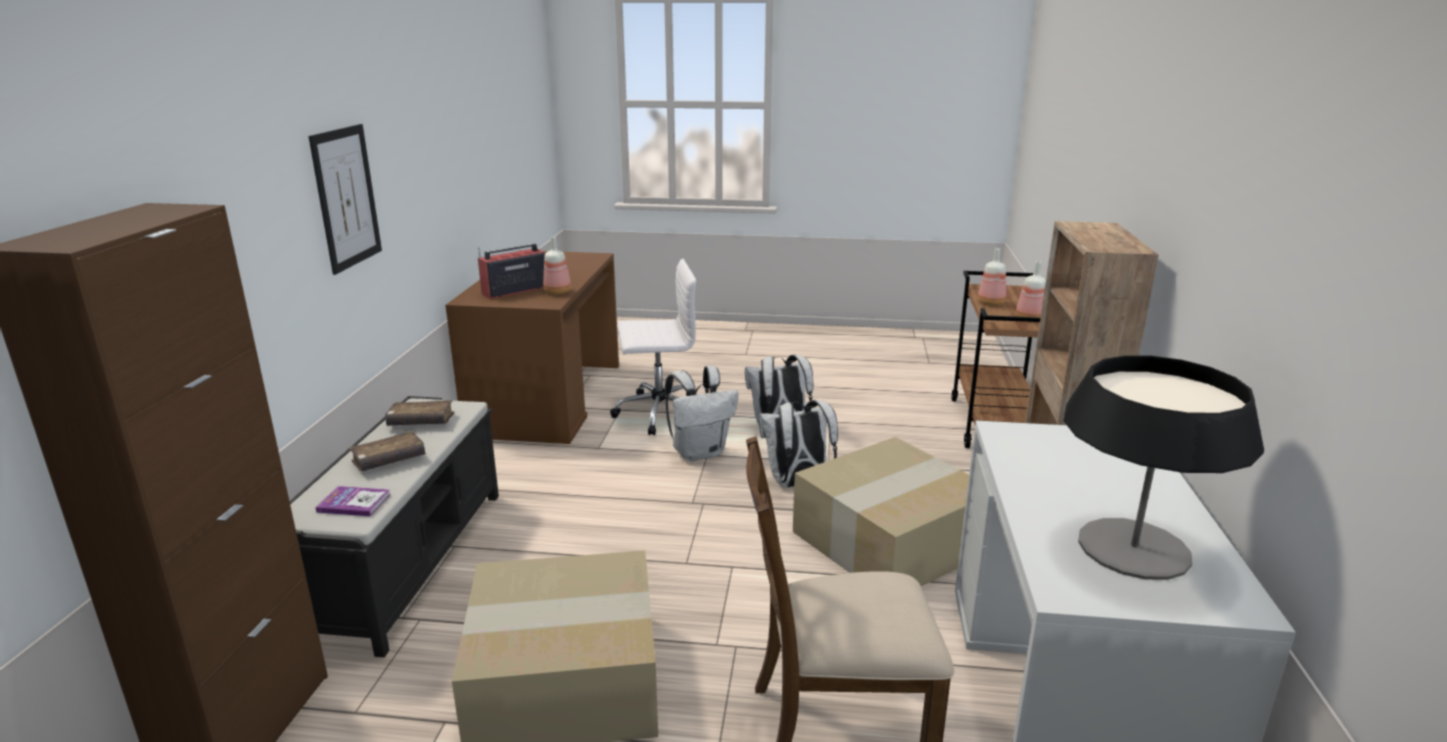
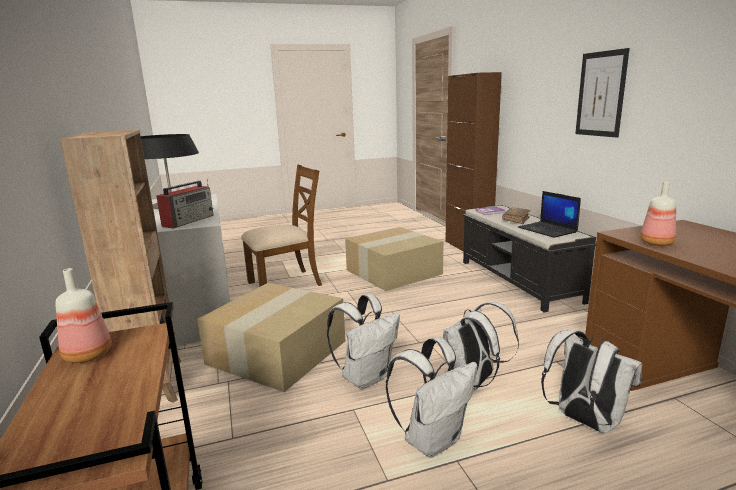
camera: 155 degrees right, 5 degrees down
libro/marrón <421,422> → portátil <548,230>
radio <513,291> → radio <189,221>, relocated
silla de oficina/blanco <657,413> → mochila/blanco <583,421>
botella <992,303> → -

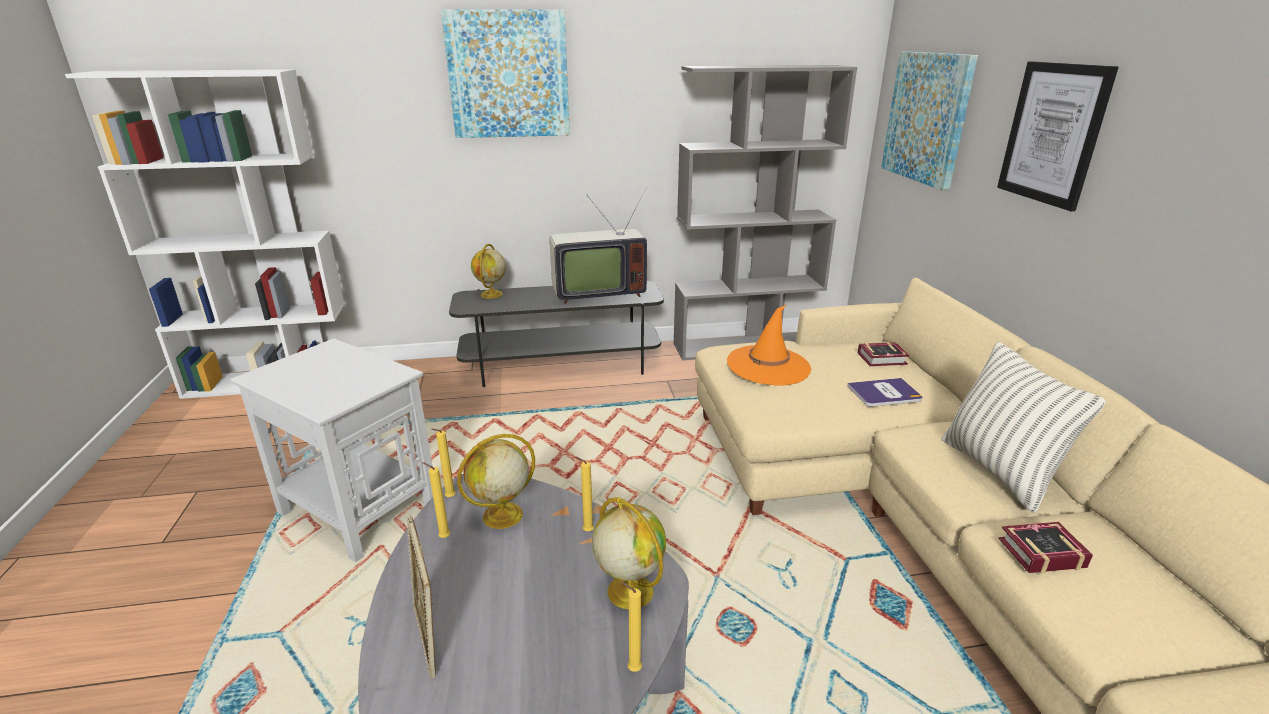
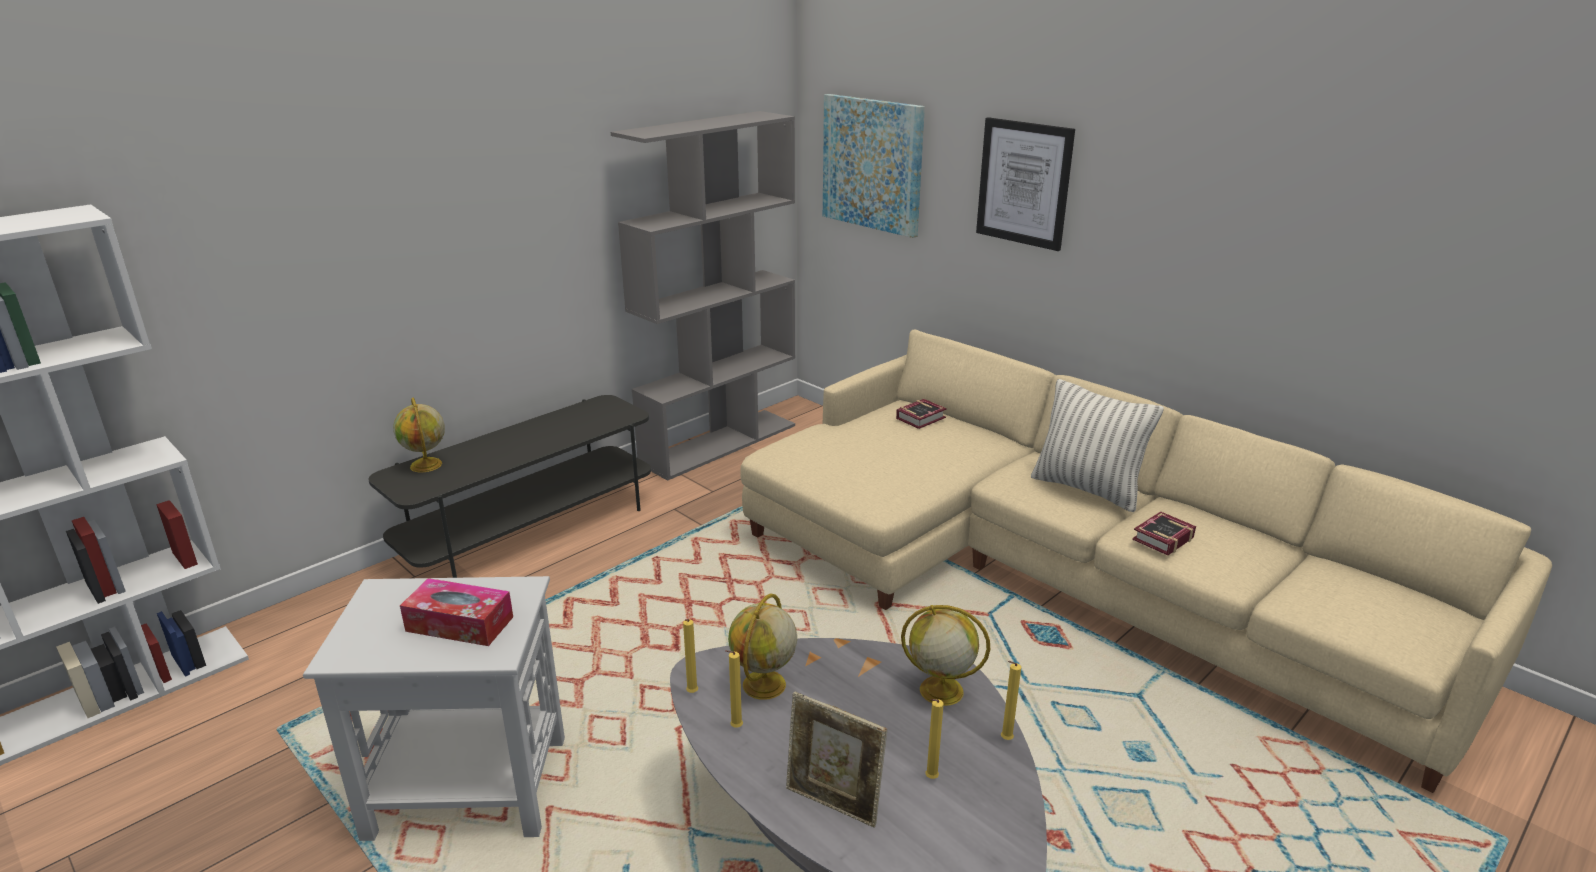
camera: 35 degrees left, 0 degrees up
cuadro <508,75> → -
televisor <596,292> → -
vela/amarillo <586,531> → vela/amarillo <930,779>, relocated
sombrero/naranja <768,366> → -
libro <884,393> → -
- → caja de pañuelos <460,624>

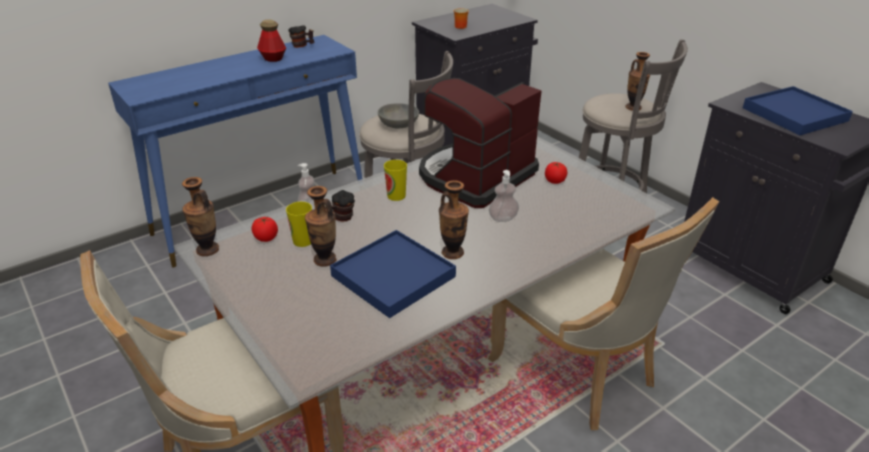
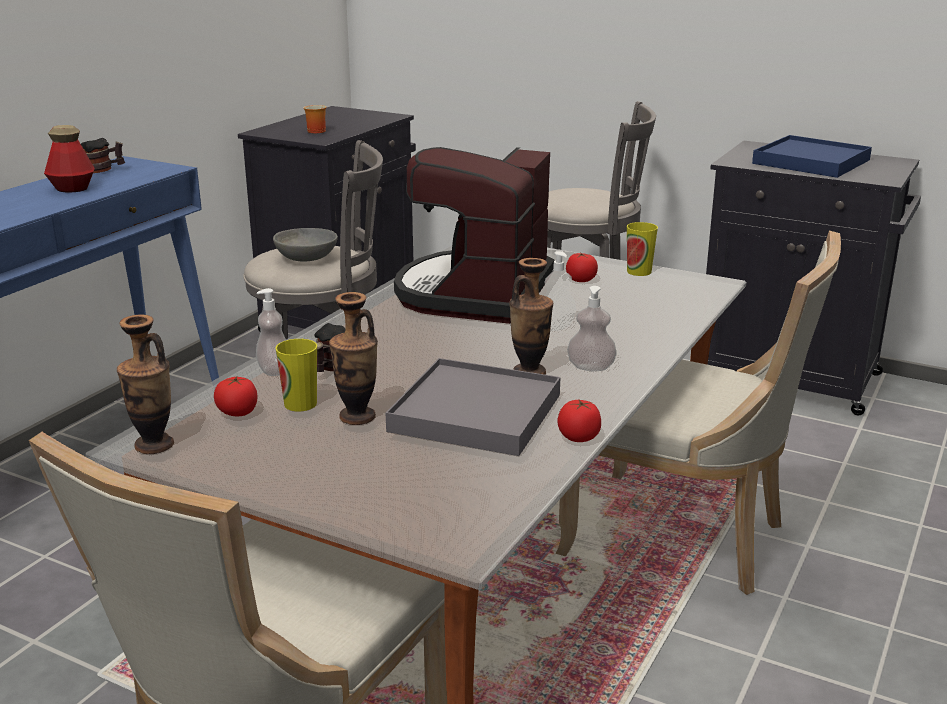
camera: 25 degrees left, 10 degrees down
bandeja/azul <393,276> → bandeja/gris <475,413>
taza <396,196> → taza <639,271>, relocated
florero <633,107> → -
- → tomate <578,437>
- → dispensador de jabón <591,367>

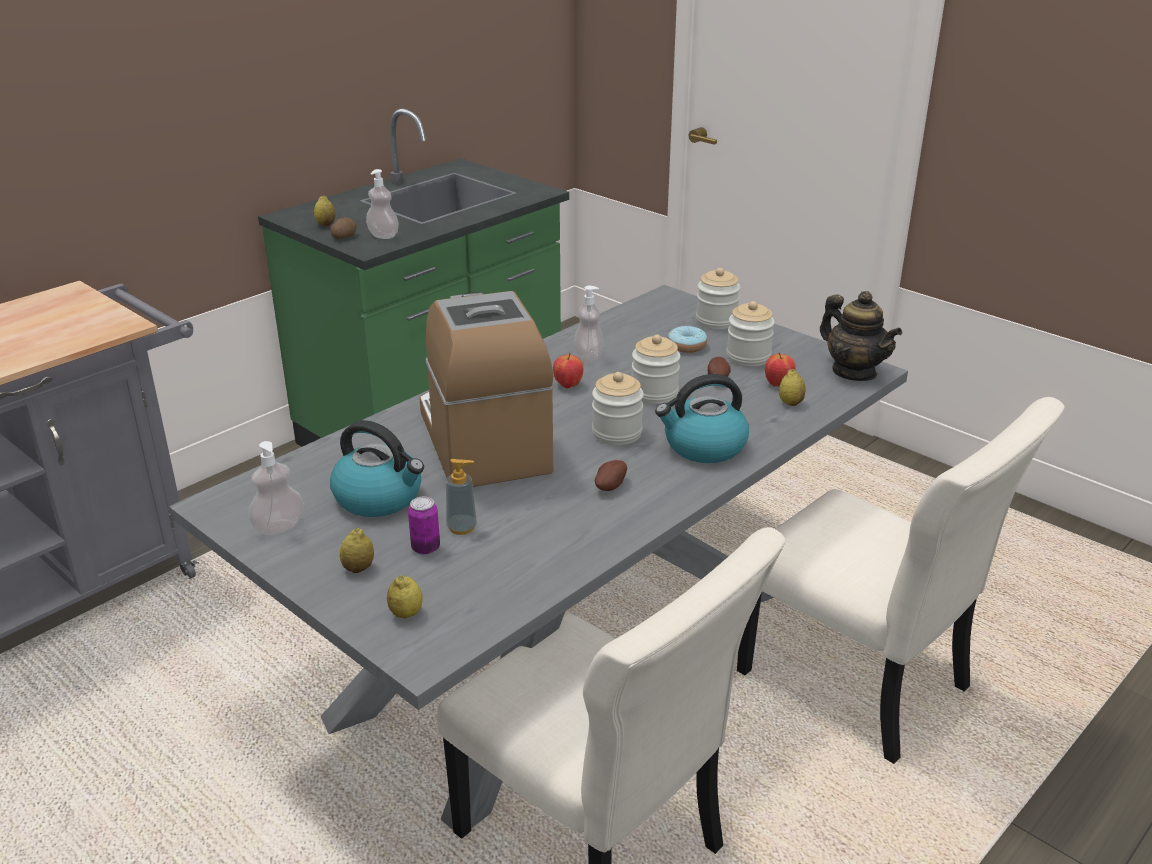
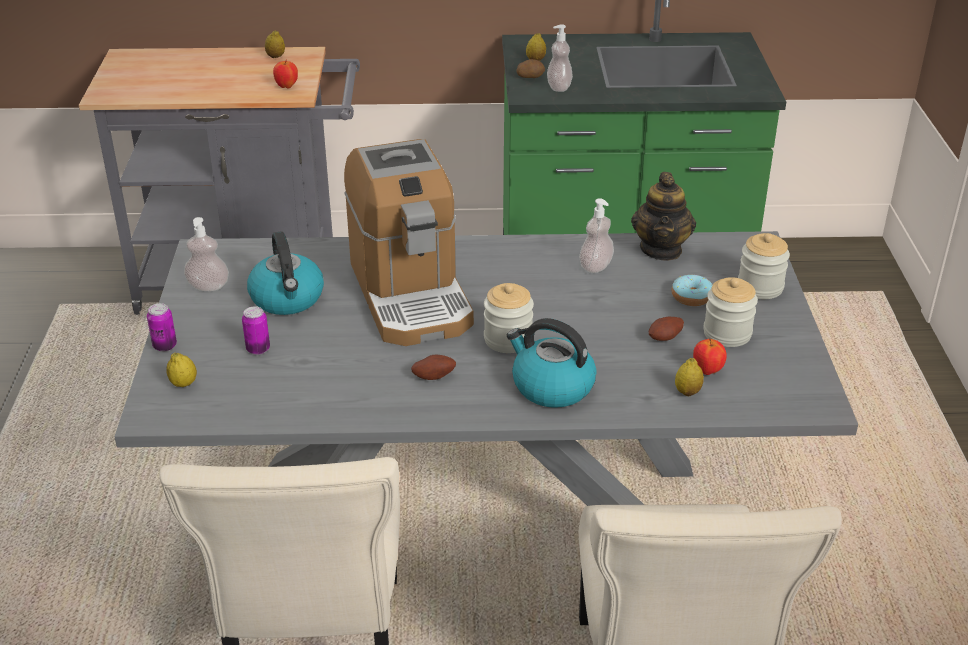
camera: 45 degrees right, 5 degrees up
limón <358,568> → limón <275,57>, relocated
cafetera <483,441> → cafetera <410,294>, 135 degrees clockwise
dispensador de jabón <462,527> → -
manzana <568,385> → manzana <286,86>, relocated
tarro <654,393> → -
tetera <854,372> → tetera <661,249>, relocated
- → lata <165,346>

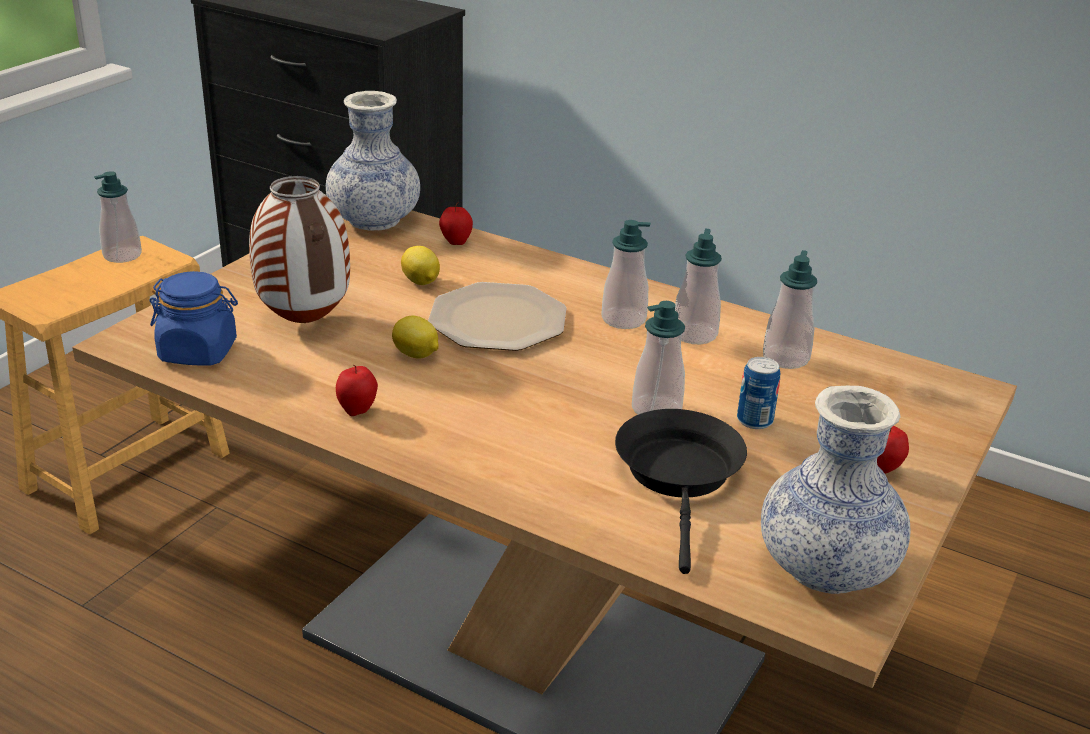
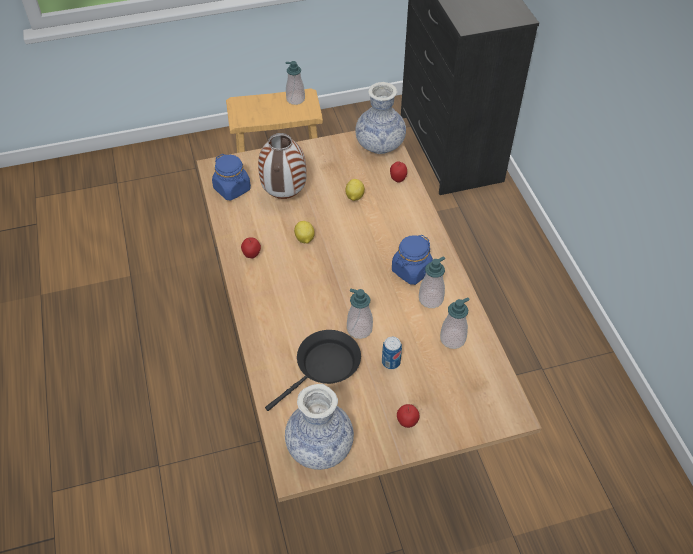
camera: 45 degrees right, 20 degrees up
plato <499,319> → -
dispensador de jabón <623,319> → tarro/azul <411,271>

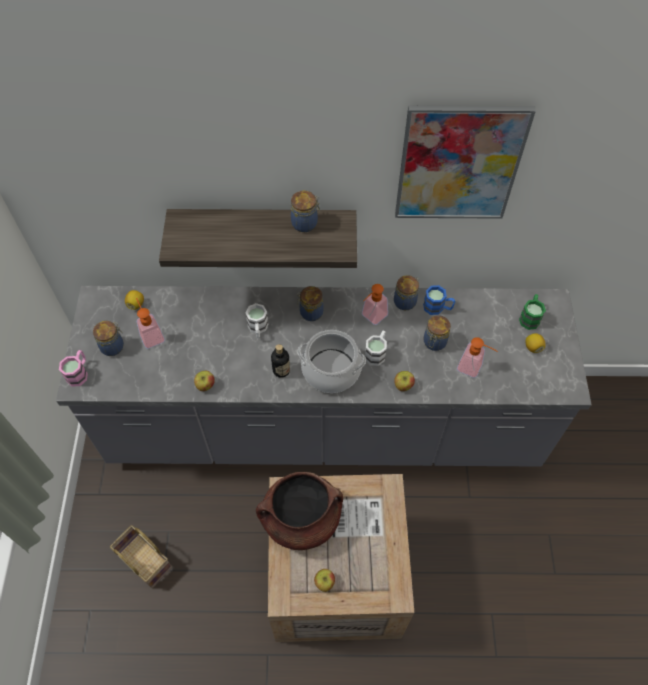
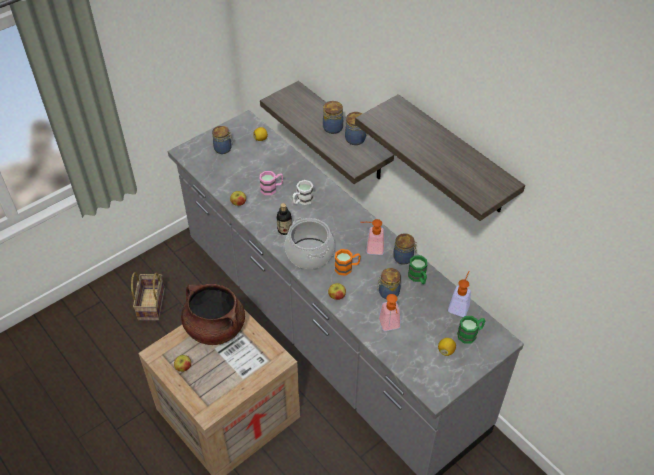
camera: 50 degrees right, 10 degrees down
taza grande/rosa <79,373> → taza grande/rosa <272,188>, relocated
dispensador de jabón <151,335> → dispensador de jabón <459,305>, relocated
tarro <310,312> → tarro <332,127>, relocated
taza grande/blanco <376,353> → taza grande/naranja <347,267>
cuadro <459,164> → estante <455,156>
taza grande/azul <437,308> → taza grande/verde <418,278>

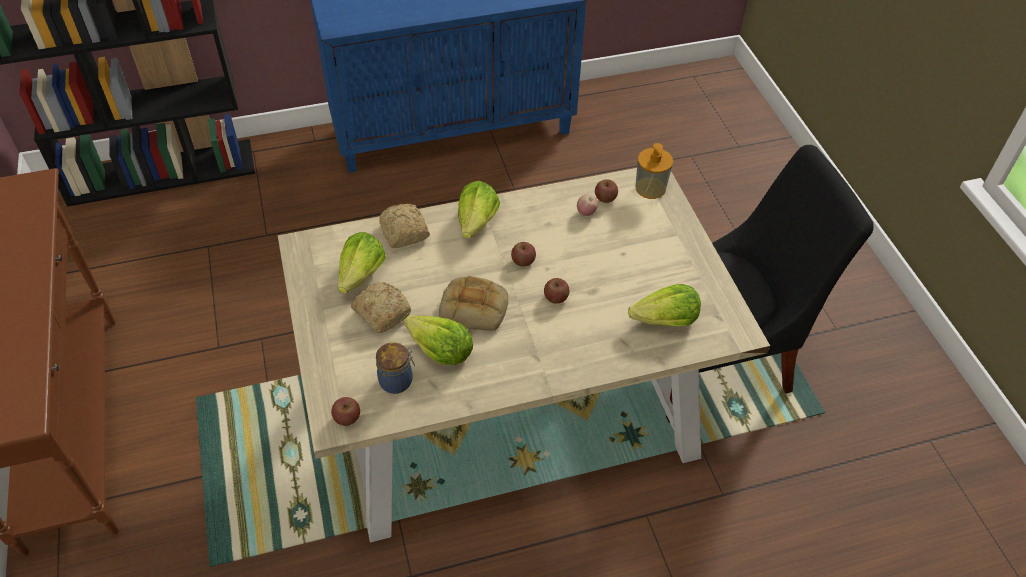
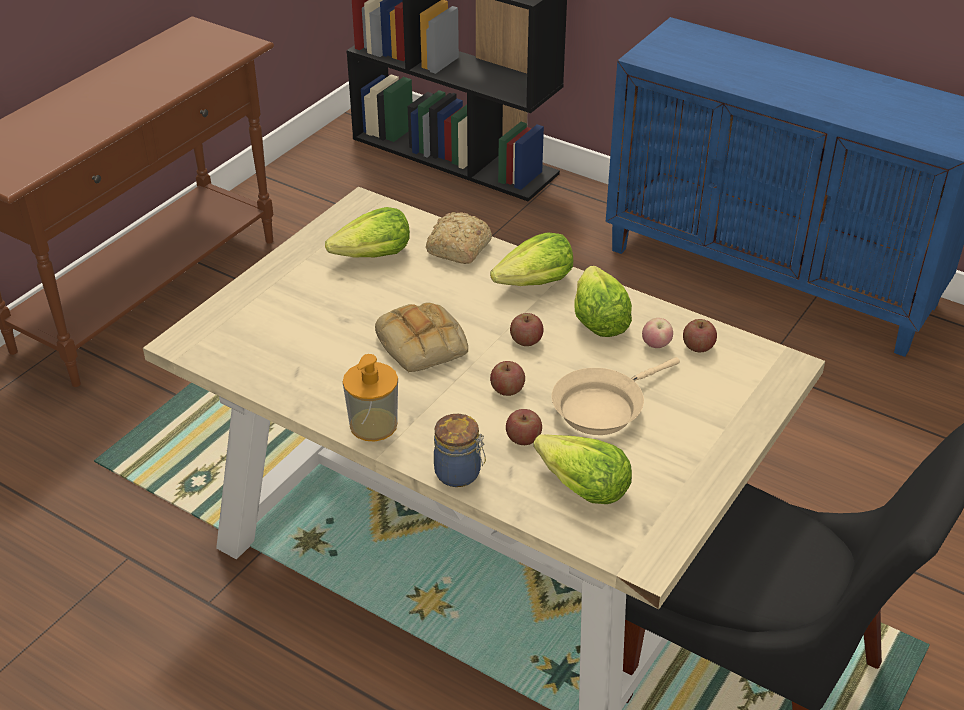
camera: 50 degrees right, 10 degrees down
manzana <347,418> → manzana <523,438>, relocated
pan <382,312> → -
tarro <397,381> → tarro <459,473>, relocated
lechuga <439,351> → lechuga <598,319>, relocated
dispensador de jabón <650,188> → dispensador de jabón <373,425>, relocated
- → sartén/beis <603,407>

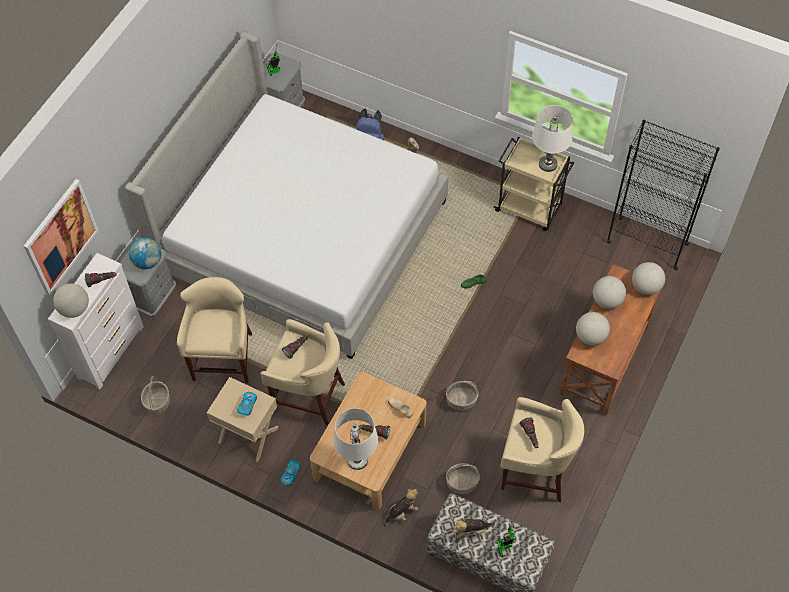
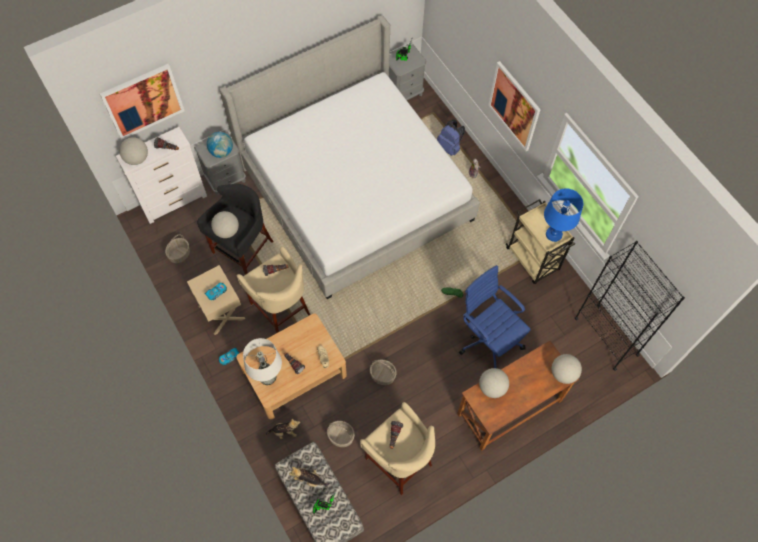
camera: 30 degrees right, 5 degrees up
taburete/beis <224,358> → taburete/negro <243,248>
lámpara de mesa/blanco <548,164> → lámpara de mesa/azul <554,234>
globo terráqueo <607,301> → globo terráqueo <227,231>, relocated
- → silla de oficina/azul <488,339>
- → cuadro <514,106>

